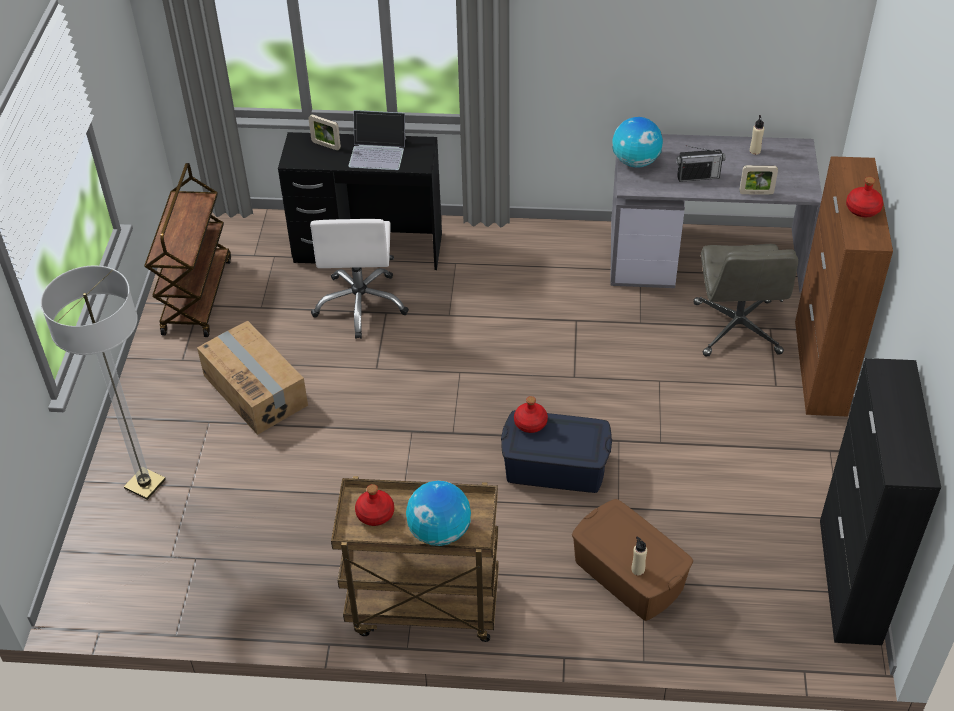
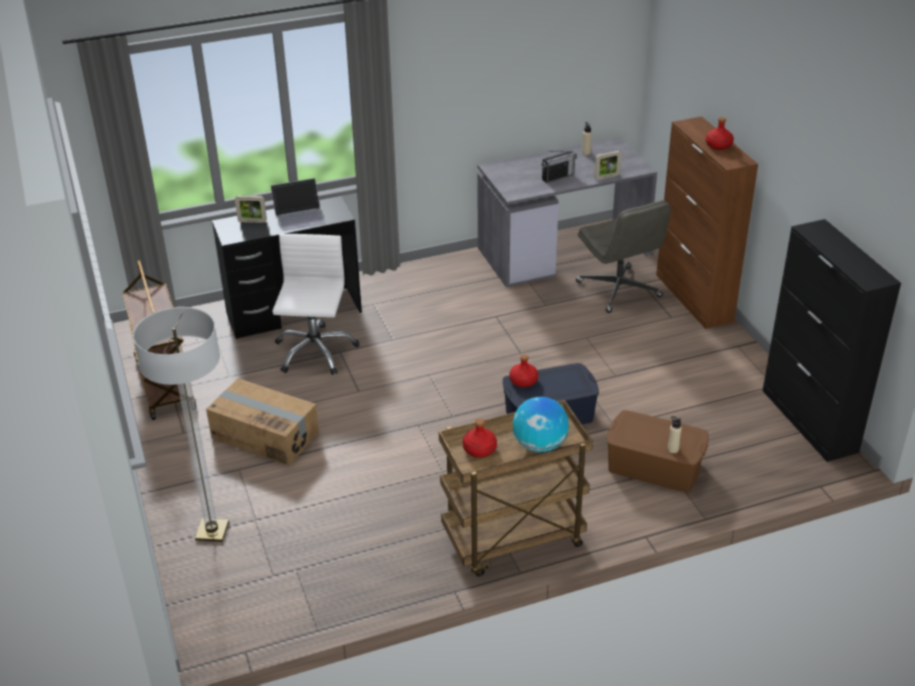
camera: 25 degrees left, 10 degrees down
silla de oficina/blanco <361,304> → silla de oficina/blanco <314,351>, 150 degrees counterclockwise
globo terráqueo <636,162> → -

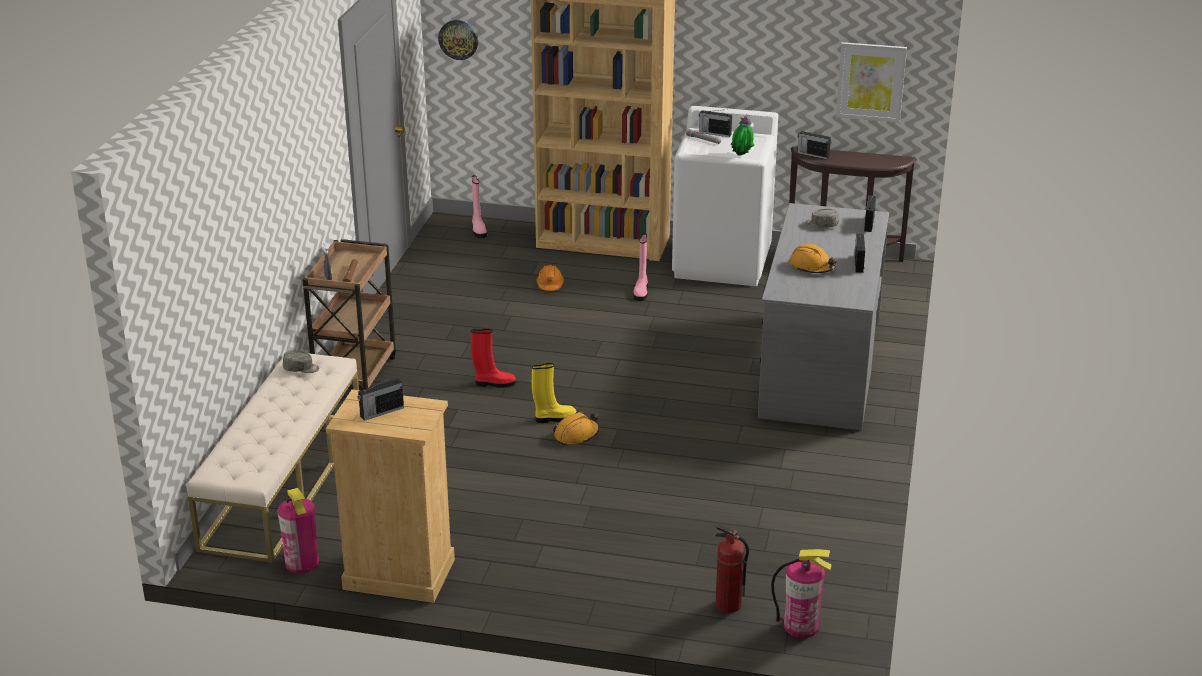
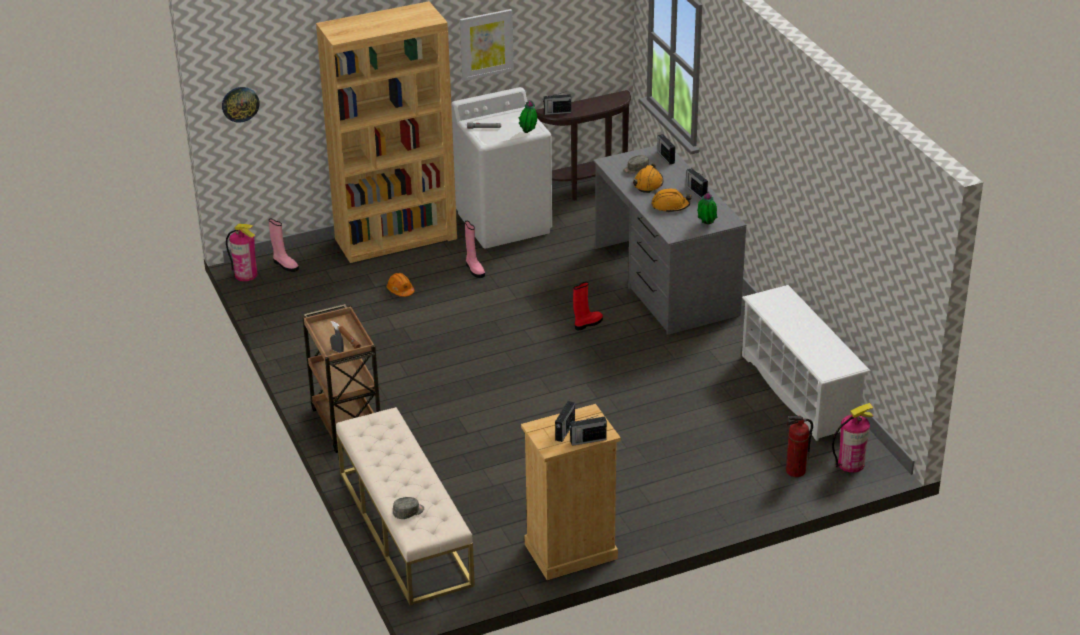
camera: 35 degrees left, 5 degrees up
extintor <302,562> → extintor <246,274>, relocated
gorra/gris <301,368> → gorra/gris <408,512>, relocated
bota/rojo <494,383> → bota/rojo <587,324>, relocated
bota/amarillo <554,418> → -
casco/naranja <576,435> → casco/naranja <648,183>, relocated
radio <714,133> → radio <587,440>, relocated
cuadro <871,82> → cuadro <486,44>, relocated
- → planta en maceta <706,224>
- → zapatero/blanco <799,391>

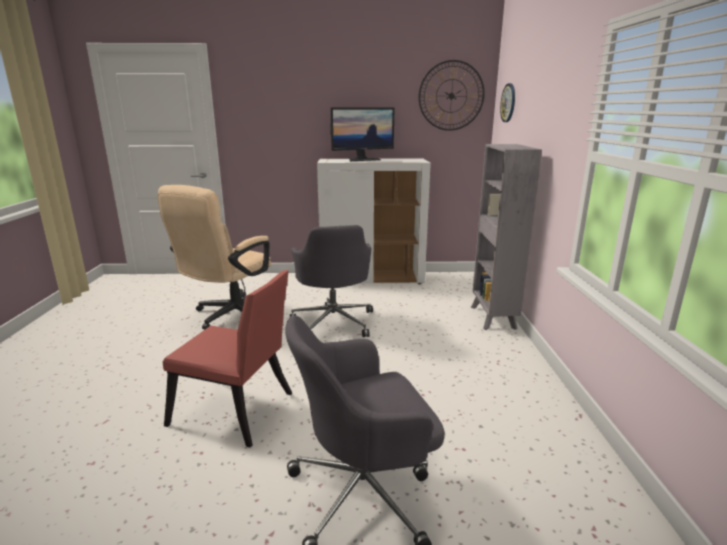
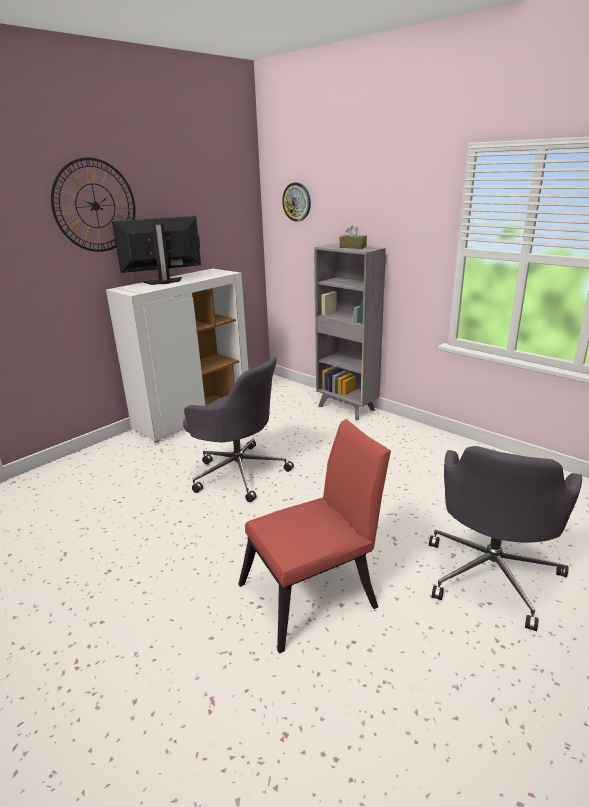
camera: 45 degrees left, 5 degrees up
silla de oficina/beis <230,316> → -
monitor <362,159> → monitor <164,282>, 135 degrees counterclockwise
reloj de pared <451,96> → reloj de pared <95,206>, relocated
- → caja de pañuelos/marrón <353,247>

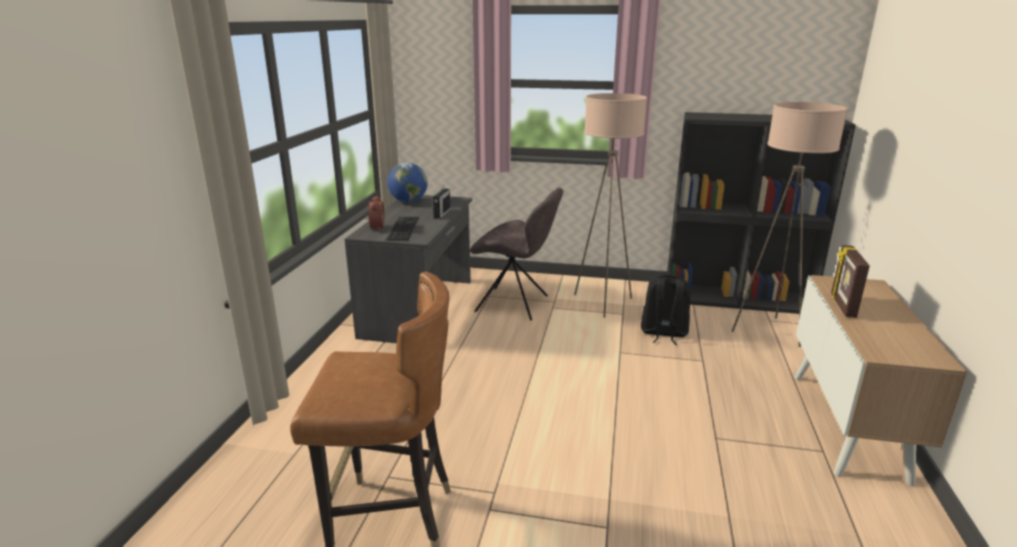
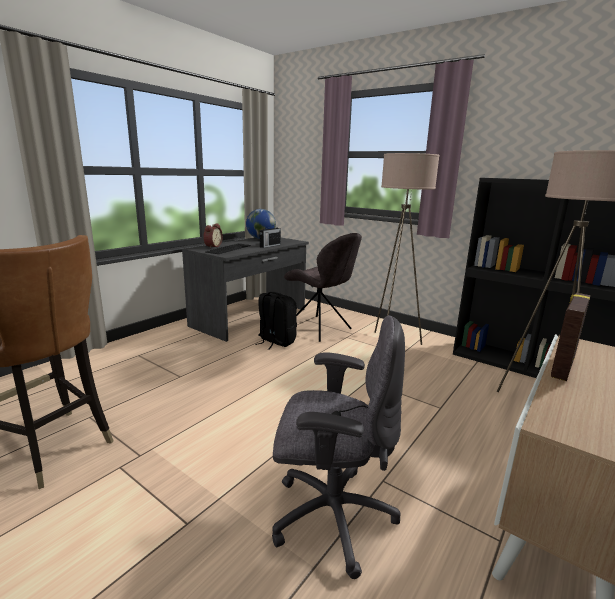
camera: 25 degrees right, 5 degrees down
mochila/negro <663,333> → mochila/negro <275,341>, relocated
- → silla de oficina/gris <330,515>

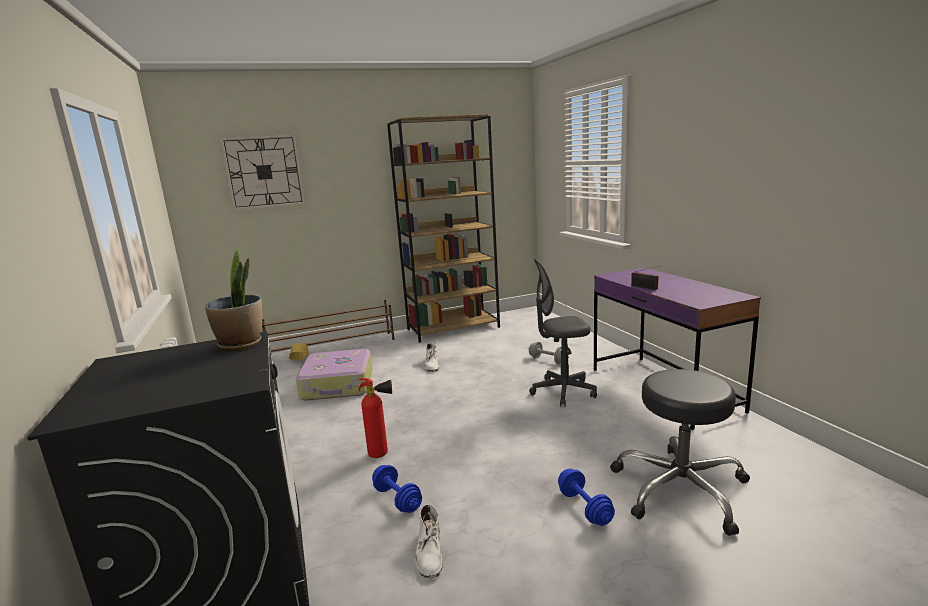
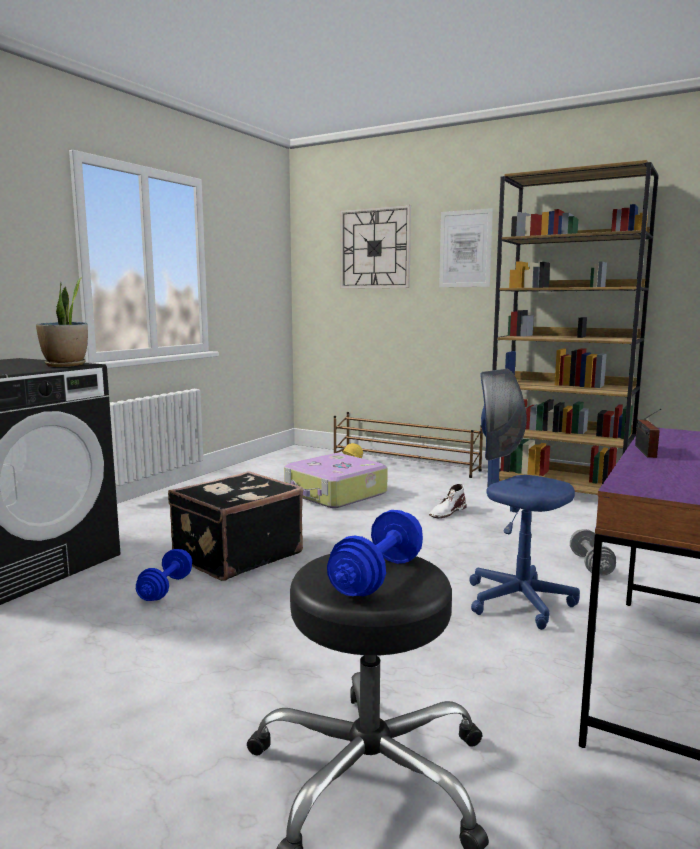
camera: 50 degrees right, 5 degrees down
extintor <383,454> → maleta/negro <235,555>
bota/blanco <429,552> → -
silla de oficina/gris <563,391> → silla de oficina/azul <518,601>
mancuerna/azul <584,508> → mancuerna/azul <377,577>, relocated
- → cuadro <465,249>

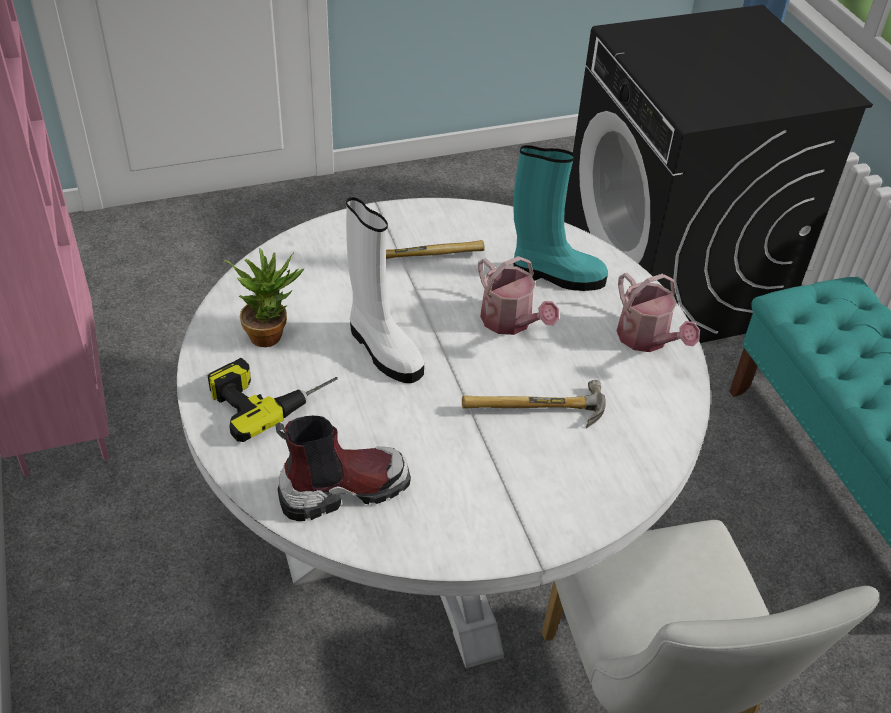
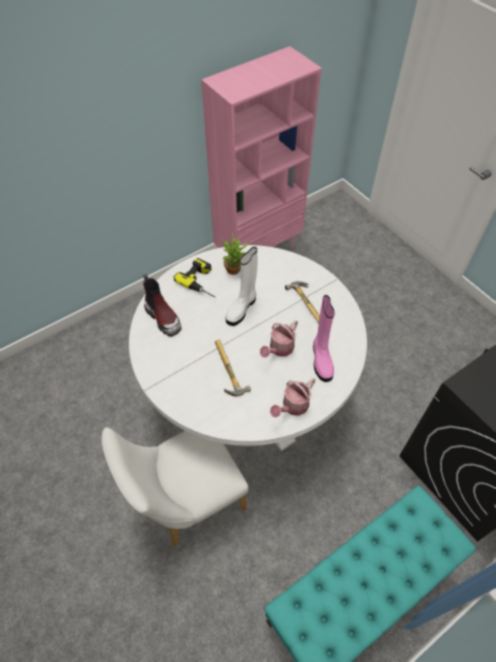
camera: 75 degrees right, 10 degrees up
bota/turquesa <555,275> → bota/rosa <321,359>

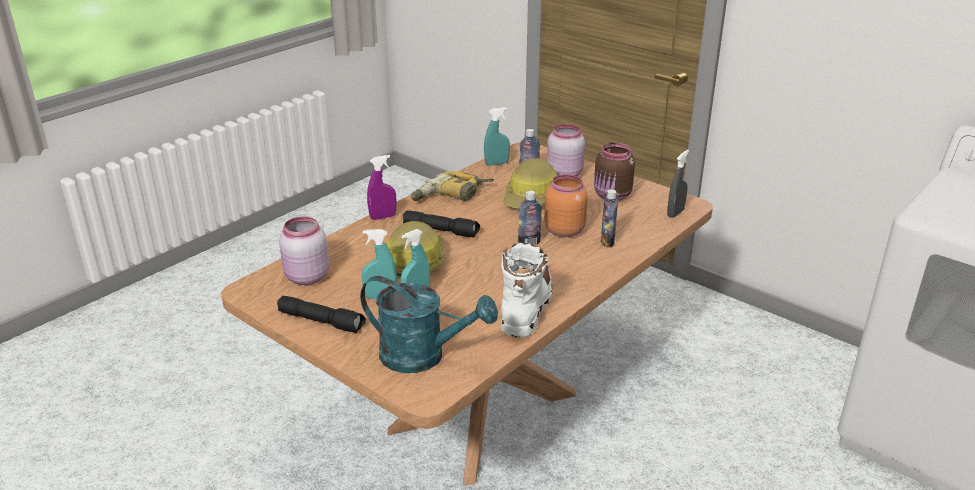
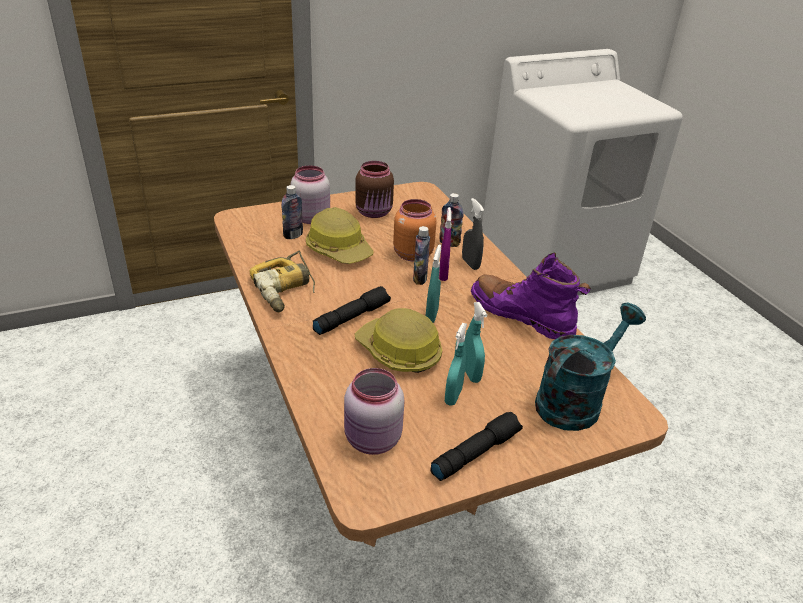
camera: 65 degrees left, 5 degrees up
pulverizador/morado <383,217> → pulverizador/morado <443,274>, relocated
pulverizador/turquesa <496,163> → pulverizador/turquesa <431,315>, relocated
bota/blanco <526,305> → bota/morado <522,316>
pulverizador/gris <675,213> → pulverizador/gris <470,264>, relocated

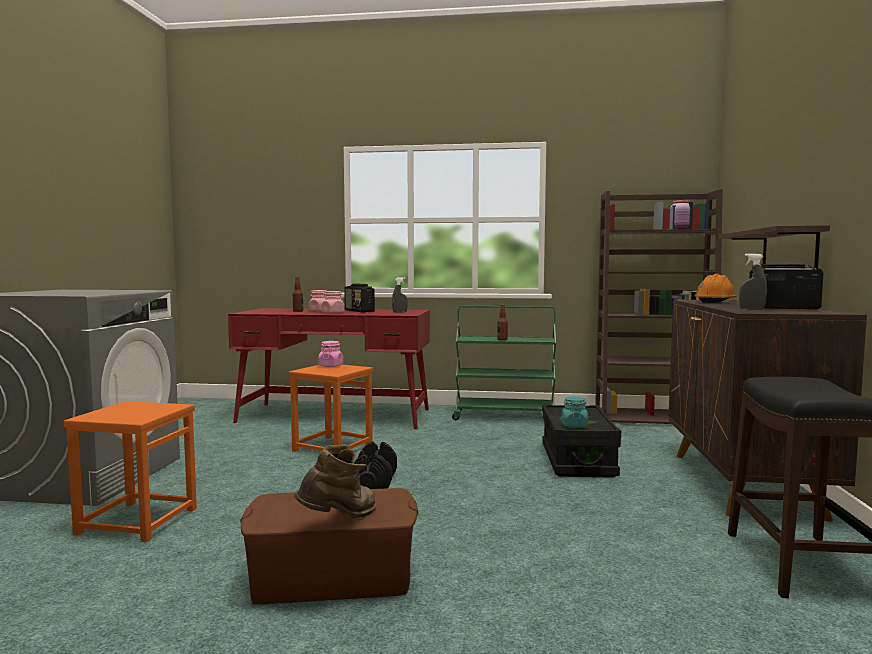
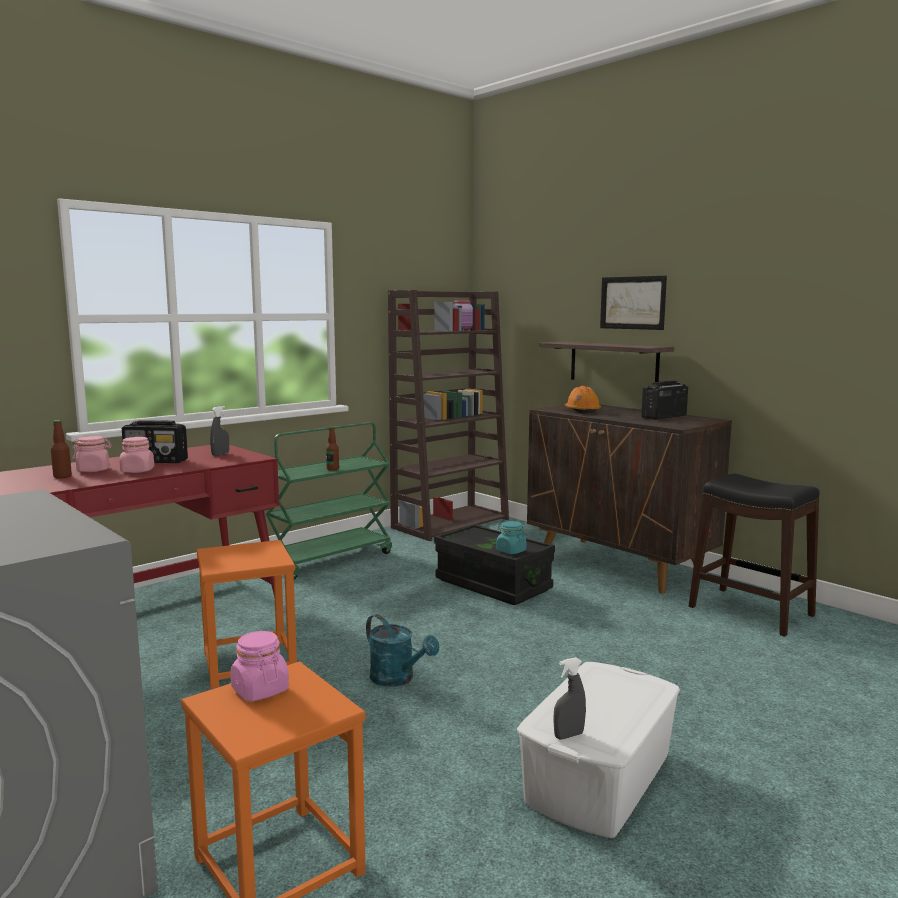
camera: 50 degrees left, 5 degrees up
caja de almacenaje/marrón <332,577> → caja de almacenaje/blanco <598,777>
bota/marrón <340,520> → -
tarro/rosa <330,366> → tarro/rosa <260,690>, relocated
mancuerna/negro <374,482> → regadera/turquesa <398,679>
pulverizador/gris <752,309> → pulverizador/gris <568,735>, relocated
- → cuadro <632,303>

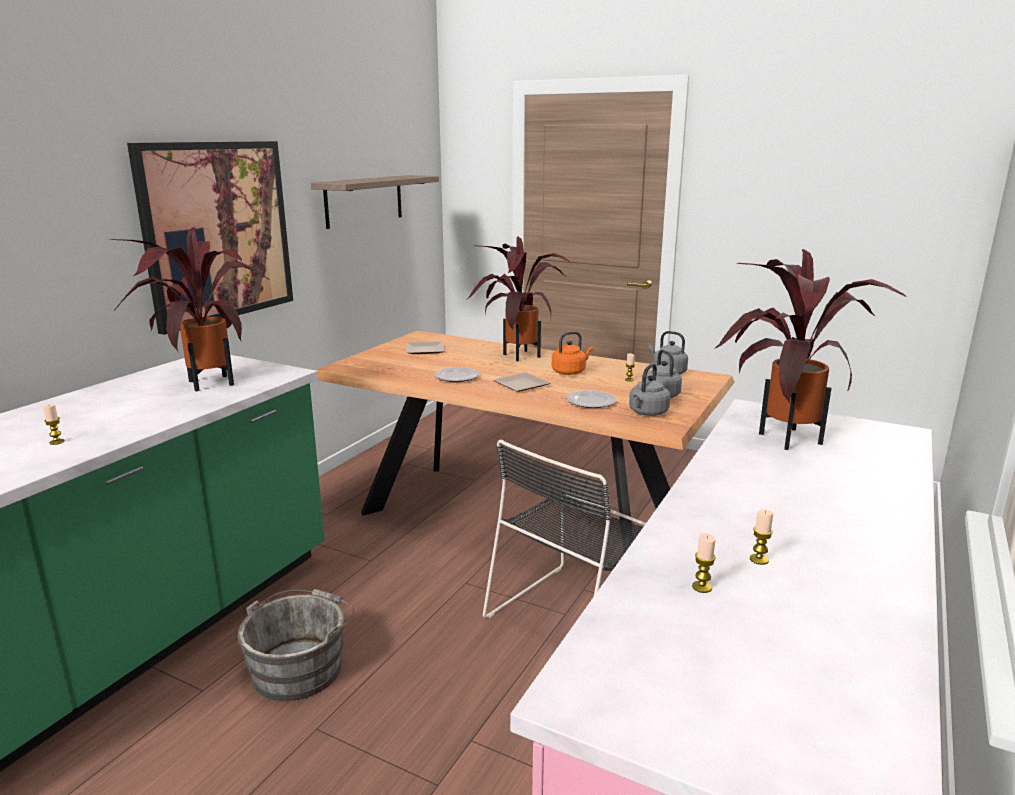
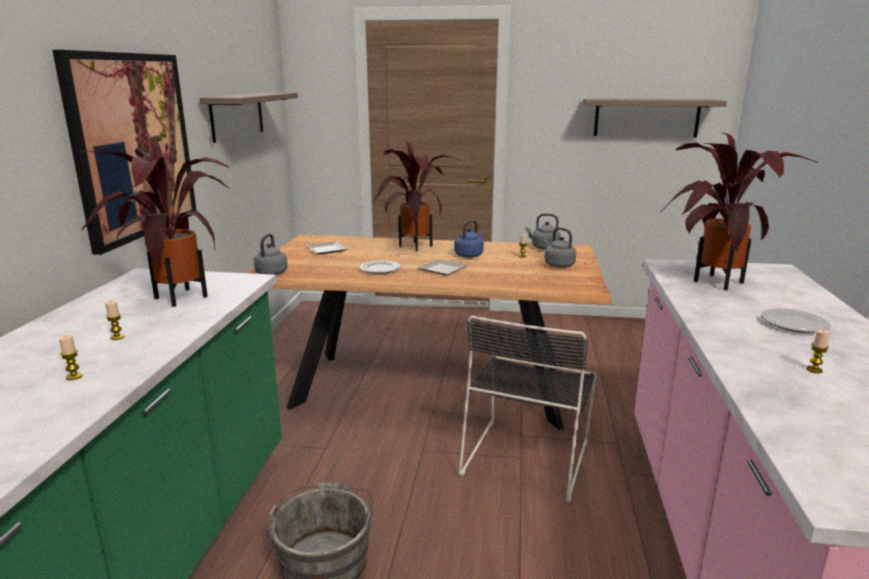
camera: 20 degrees left, 0 degrees up
hervidor/naranja <570,372> → hervidor/azul <469,255>
plato <591,402> → plato <794,324>, relocated
hervidor/gris <647,413> → hervidor/gris <270,274>, relocated
vela <702,587> → vela <117,337>, relocated
- → estante <646,118>

